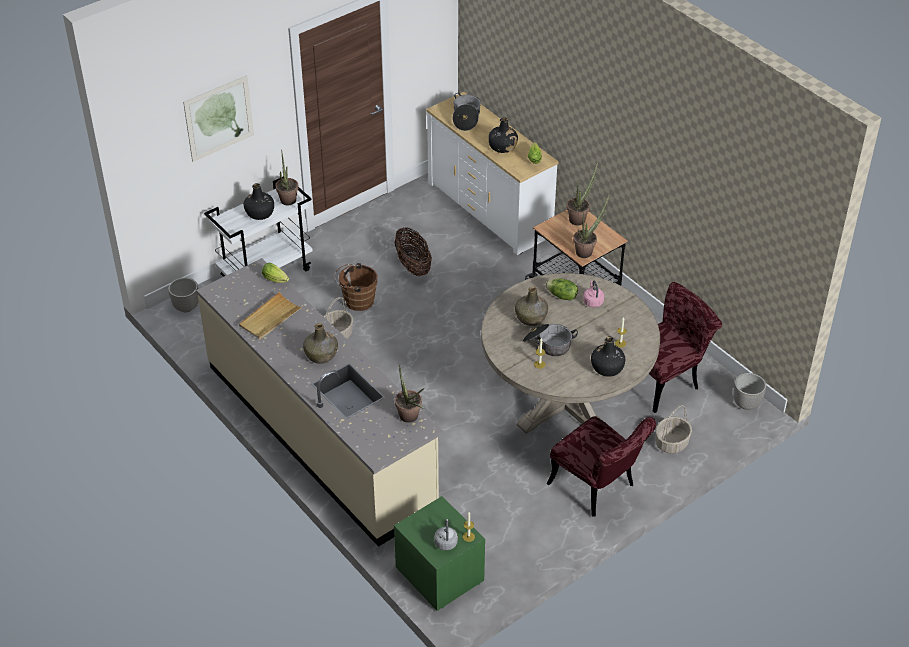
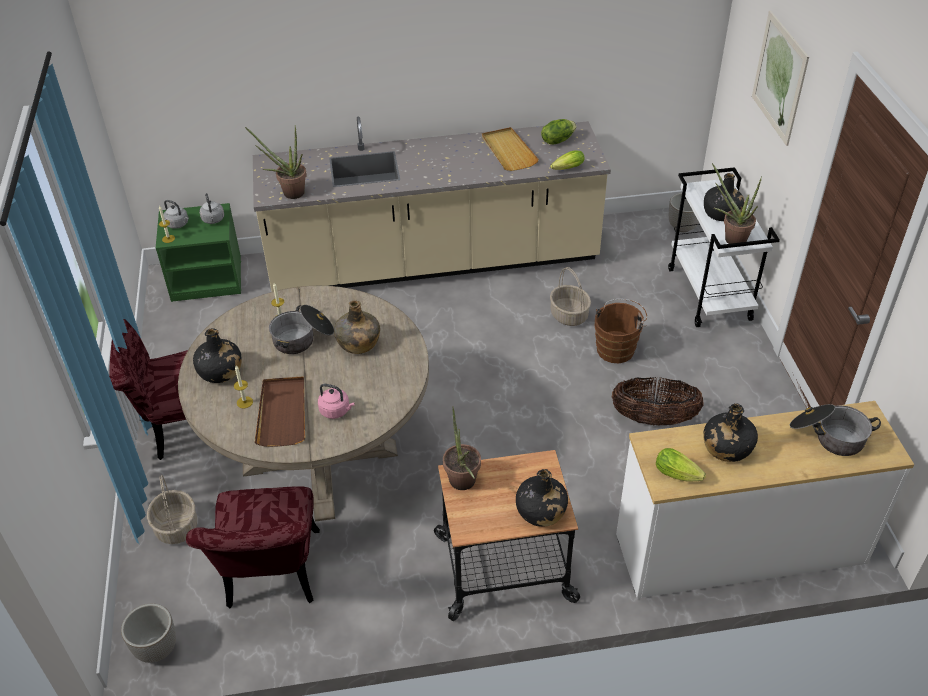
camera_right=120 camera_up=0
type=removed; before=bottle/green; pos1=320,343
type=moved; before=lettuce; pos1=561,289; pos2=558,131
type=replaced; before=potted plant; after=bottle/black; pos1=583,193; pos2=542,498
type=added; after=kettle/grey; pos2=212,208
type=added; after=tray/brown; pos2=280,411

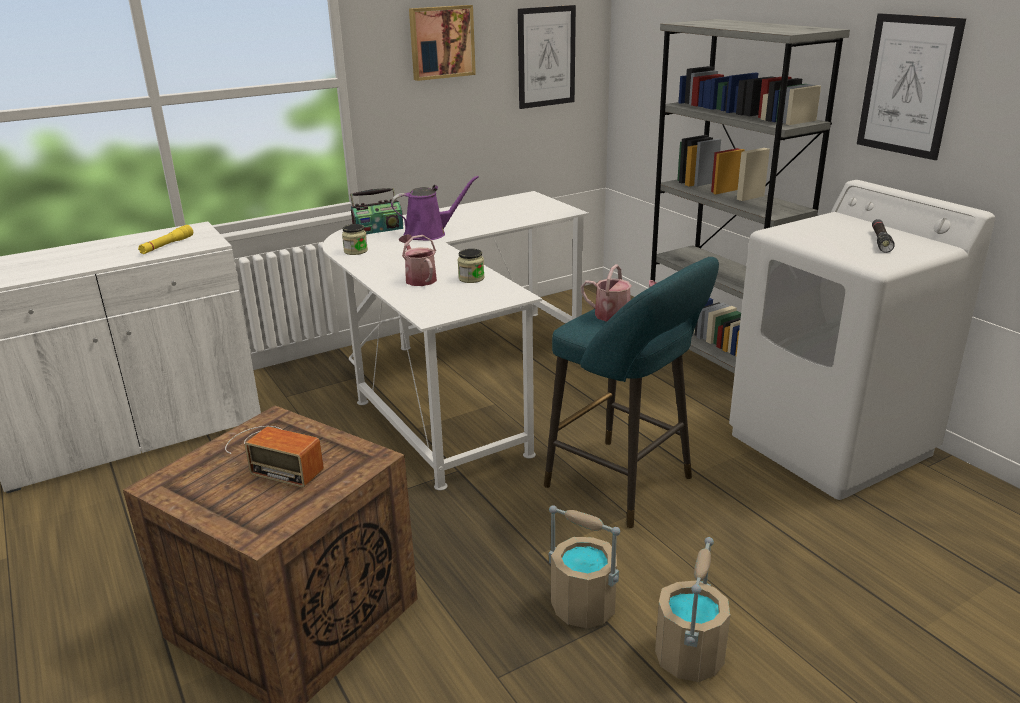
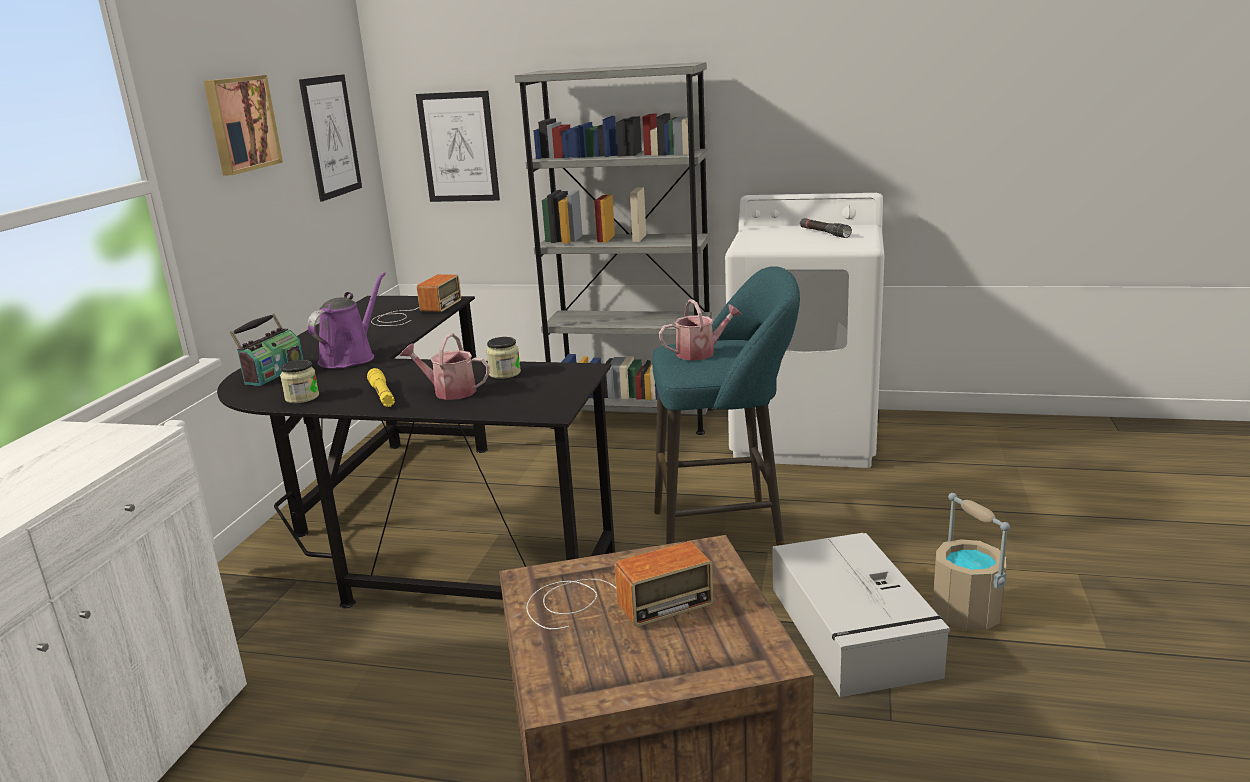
camera_right=-45 camera_up=-5
type=moved; before=flashlight/yellow; pos1=165,239; pos2=381,387
type=recoloured; before=desk/white; after=desk/black; pos1=455,340; pos2=416,452
type=replaced; before=bucket/beige; after=storage box/grey; pos1=584,567; pos2=861,615
type=moved; before=picture; pos1=911,86; pos2=458,146
type=added; after=radio; pos2=416,300

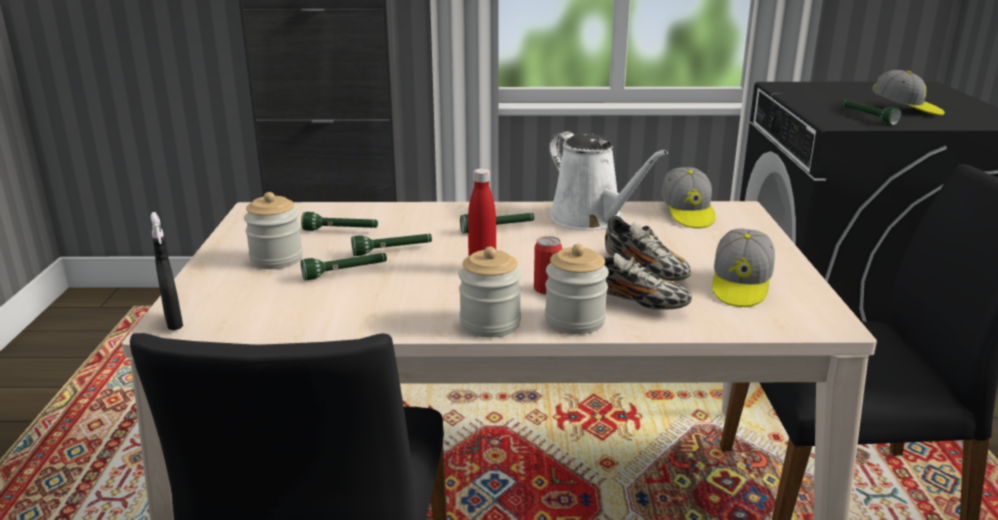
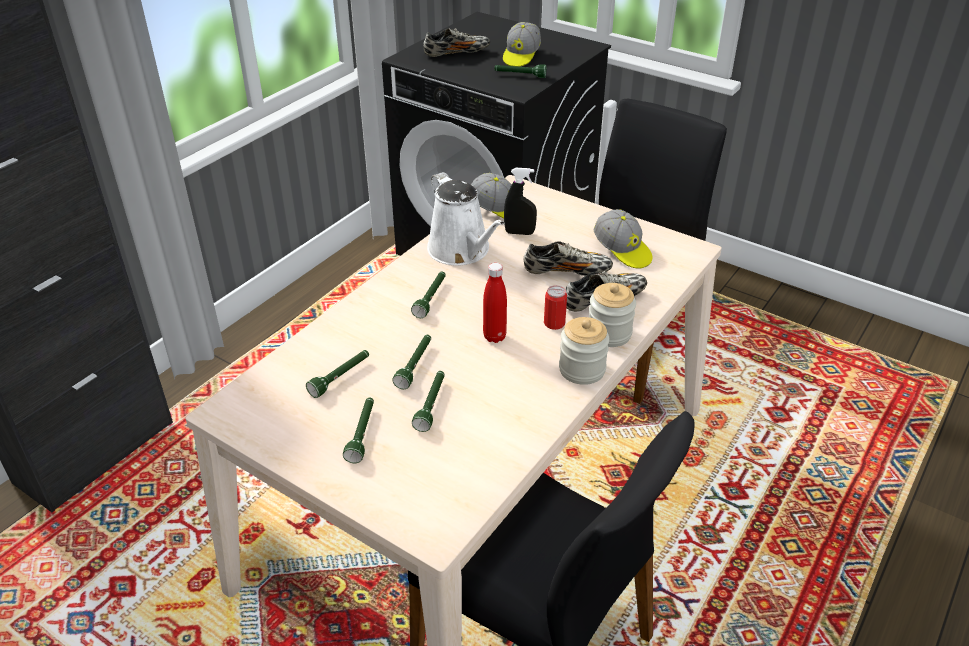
camera_right=-55 camera_up=15
type=moved; before=spray bottle/black; pos1=167,271; pos2=520,201
type=replaced; before=jar; after=flashlight/green; pos1=273,230; pos2=358,430
type=turned; before=watering can/white; pos1=608,180; pos2=466,219; turn=60
type=turned; before=cap; pos1=908,92; pos2=522,44; turn=135
type=added; after=shoe; pos2=456,42

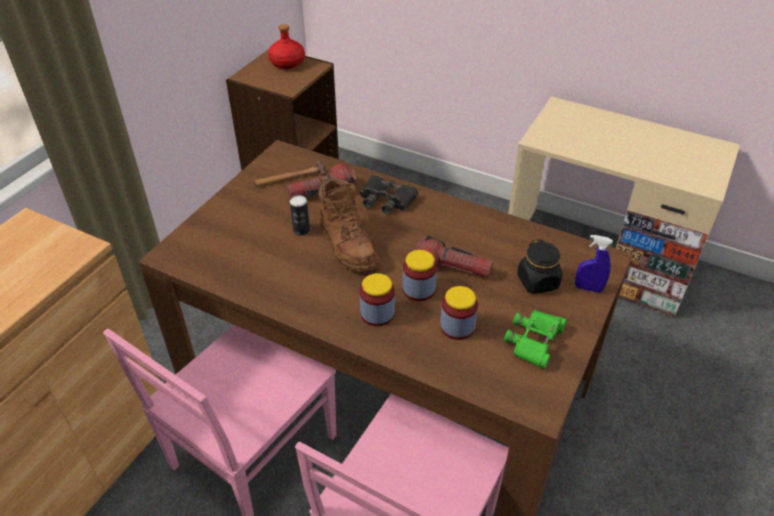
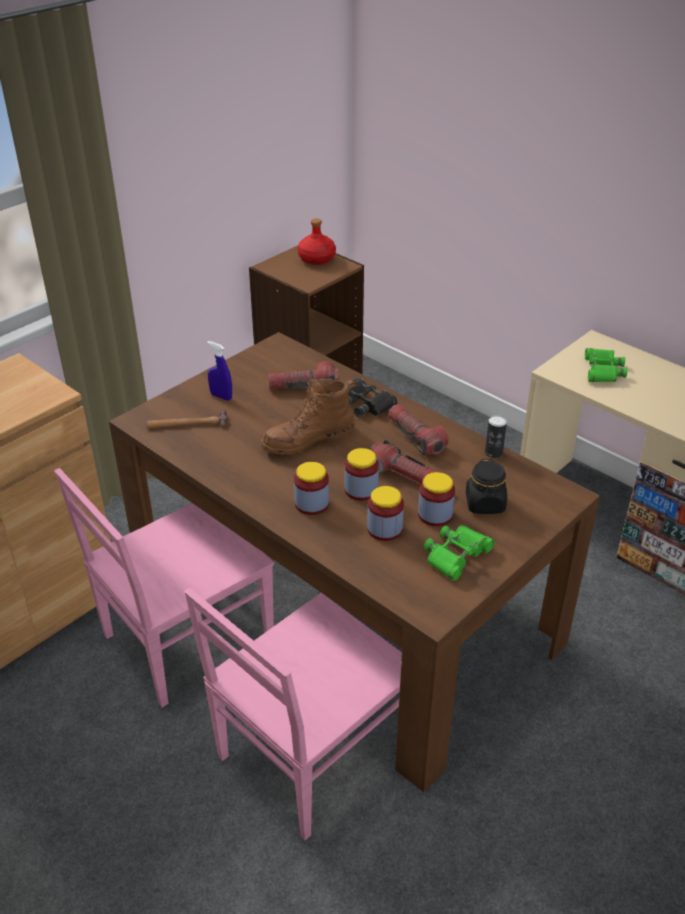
camera_right=15 camera_up=-5
type=moved; before=hammer; pos1=290,173; pos2=187,419
type=moved; before=can; pos1=300,215; pos2=496,436
type=turned; before=boot/brown; pos1=348,223; pos2=309,415; turn=75
type=moved; before=spray bottle/blue; pos1=594,264; pos2=219,371
type=added; after=flashlight; pos2=418,430
type=added; after=jar; pos2=436,499
type=added; after=binoculars/green; pos2=606,365

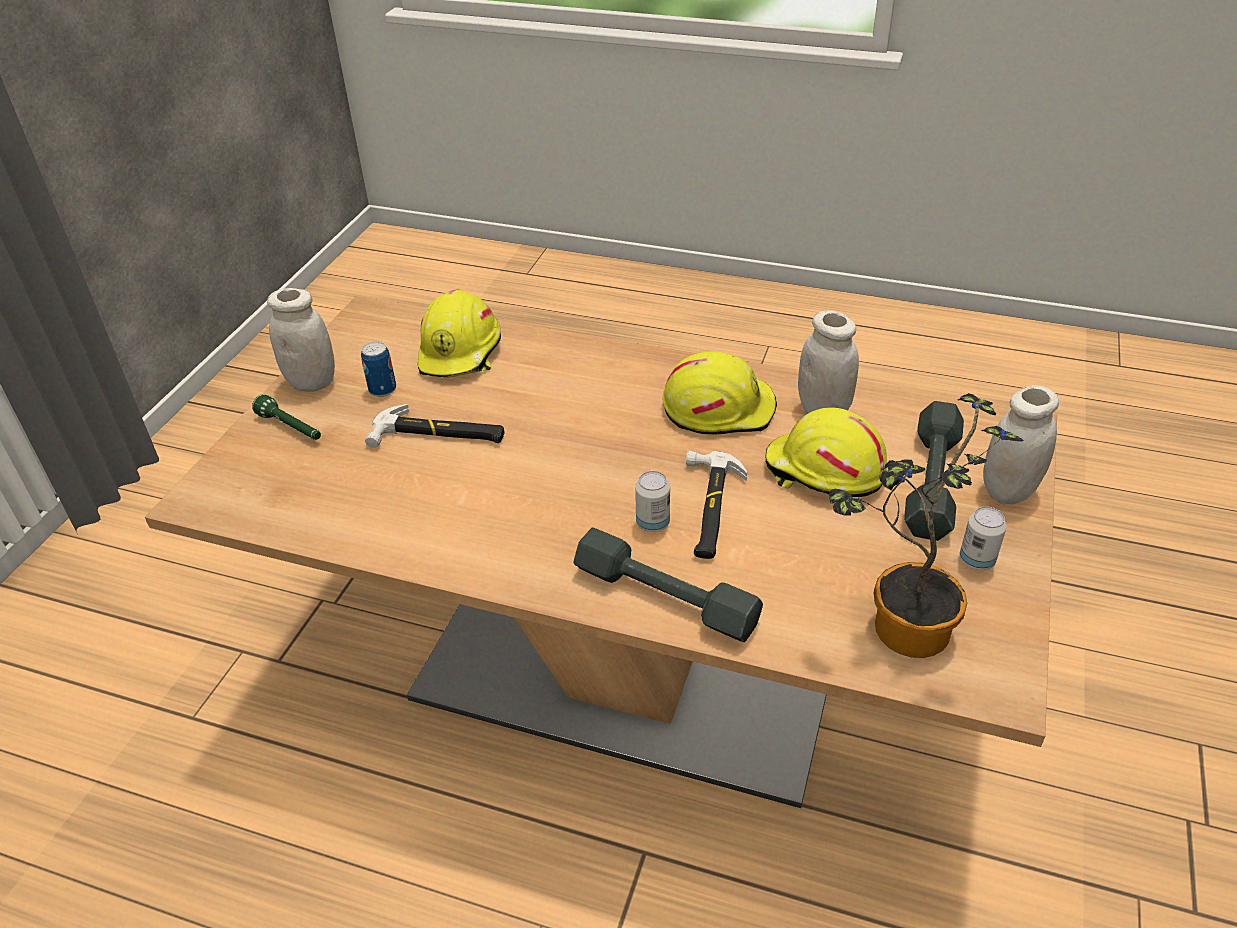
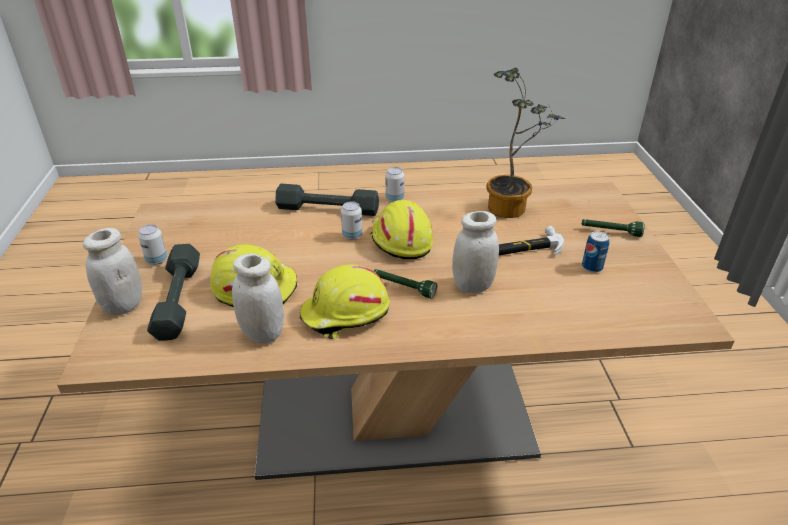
camera_right=155 camera_up=-5
type=moved; before=jar/white; pos1=301,340; pos2=475,252
type=moved; before=hard hat/yellow; pos1=459,334; pos2=401,229
type=removed; before=hammer; pos1=716,505
type=moved; before=potted plant; pos1=926,525; pos2=526,143
type=added; after=flashlight/green; pos2=405,283
type=added; after=can; pos2=394,184

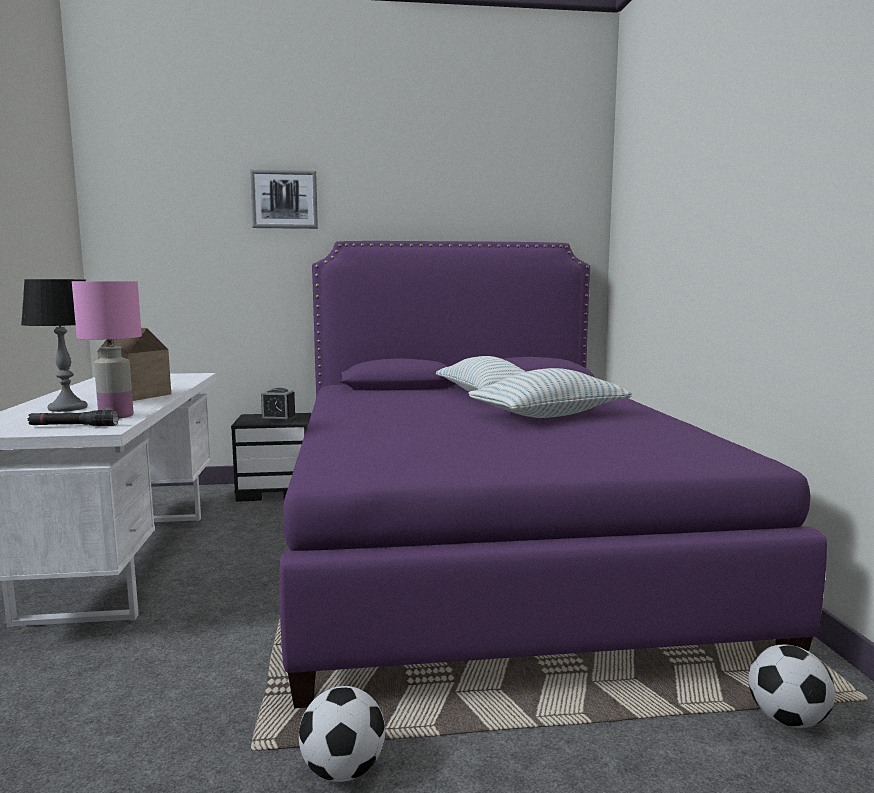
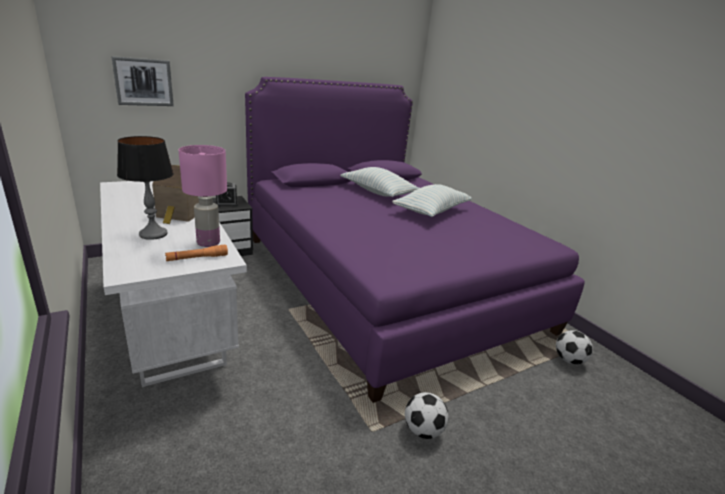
camera_right=-25 camera_up=15
type=recoloured; before=flashlight/black; after=flashlight/orange; pos1=73,418; pos2=196,253
type=moved; before=picture; pos1=284,199; pos2=142,81

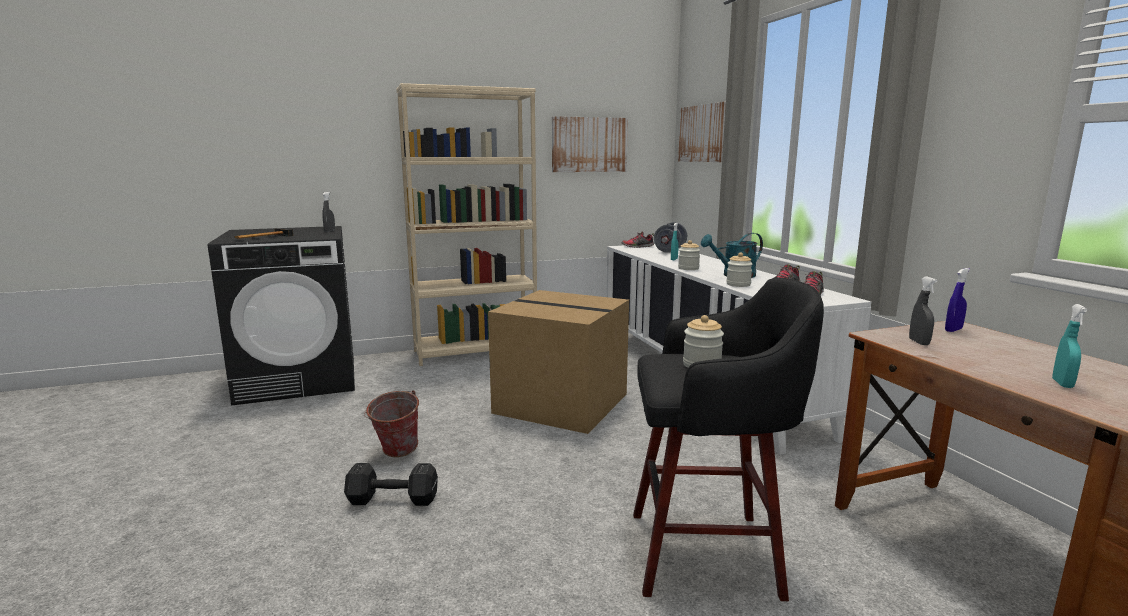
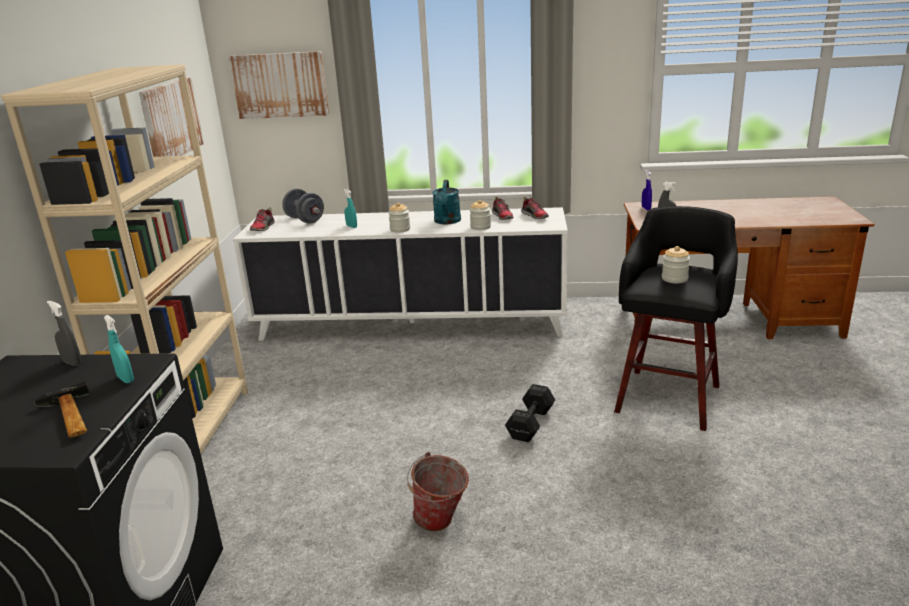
camera_right=-65 camera_up=10
type=moved; before=dumbbell/black; pos1=391,484; pos2=530,413
type=removed; before=cardboard box; pos1=558,362
type=moved; before=spray bottle/turquoise; pos1=1069,346; pos2=119,349

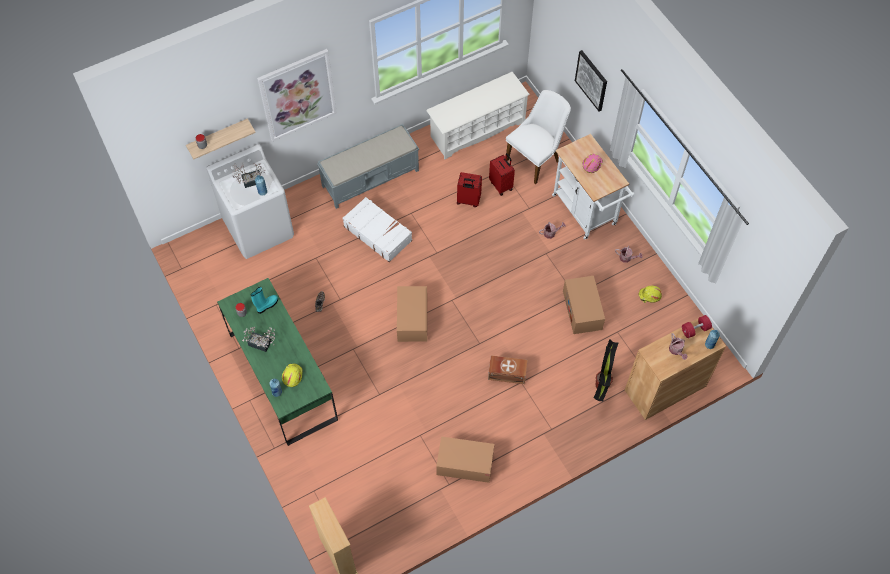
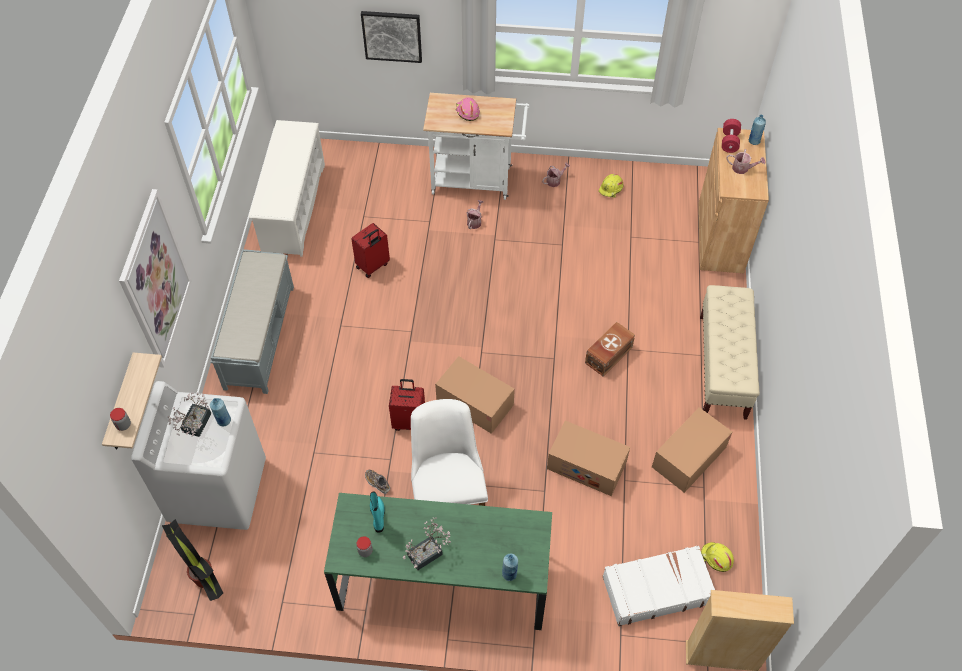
camera_right=-55 camera_up=-5
type=moved; before=hard hat/yellow; pos1=292,375; pos2=717,557
type=moved; before=suitcase/white; pos1=377,229; pos2=659,585
type=moved; before=suitcase/red; pos1=502,174; pos2=407,405
type=moved; before=chair/white; pos1=538,137; pos2=449,452
type=moved; before=cardboard box; pos1=584,305; pos2=588,458
type=moved; before=potted plant; pos1=606,370; pos2=192,560
type=added; after=bench/beige; pos2=730,352

